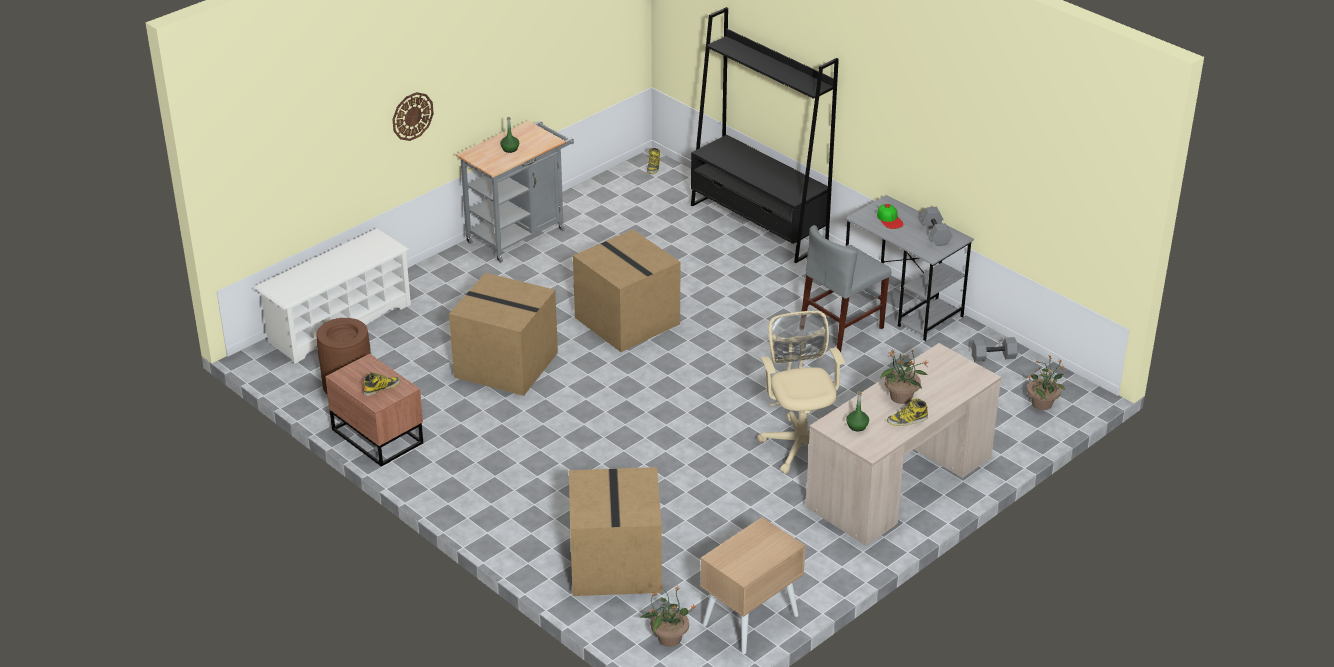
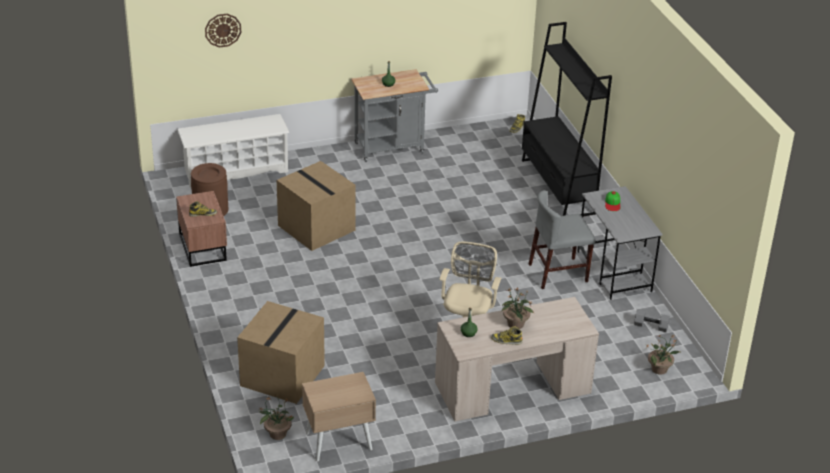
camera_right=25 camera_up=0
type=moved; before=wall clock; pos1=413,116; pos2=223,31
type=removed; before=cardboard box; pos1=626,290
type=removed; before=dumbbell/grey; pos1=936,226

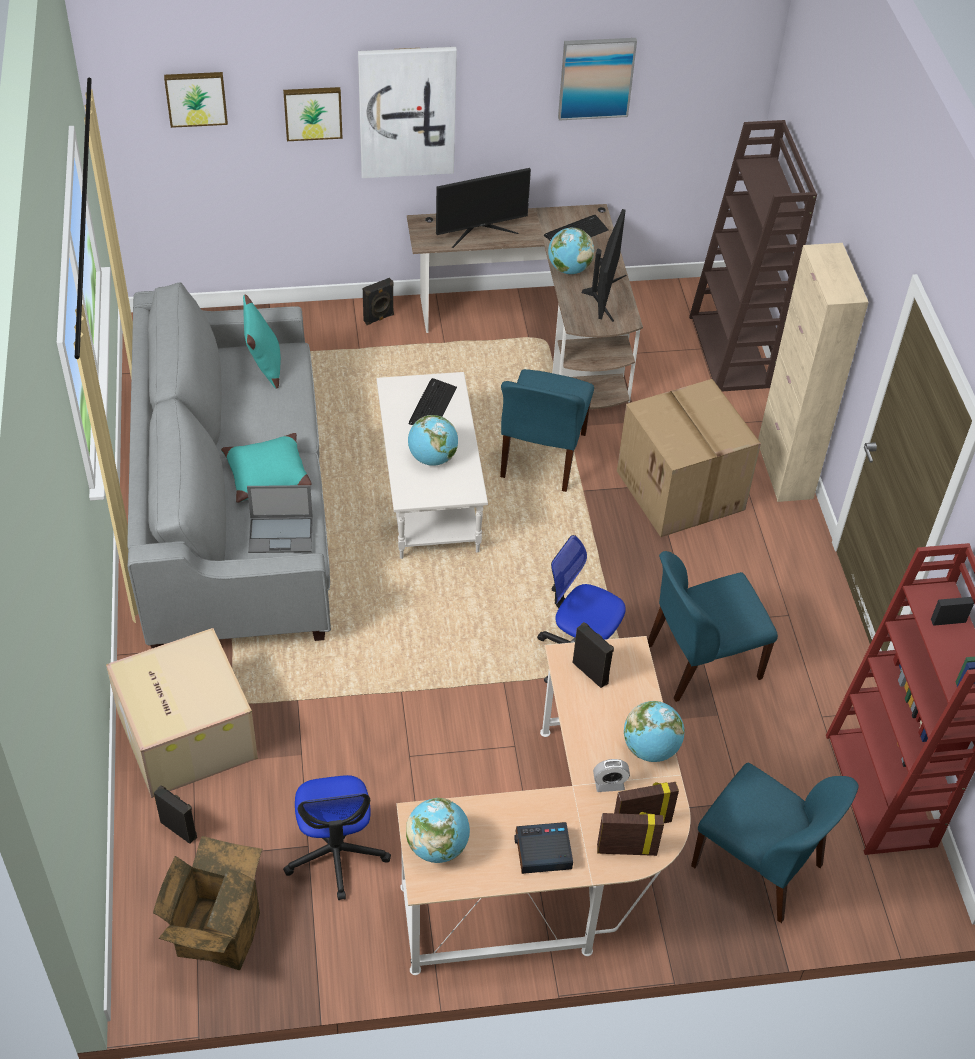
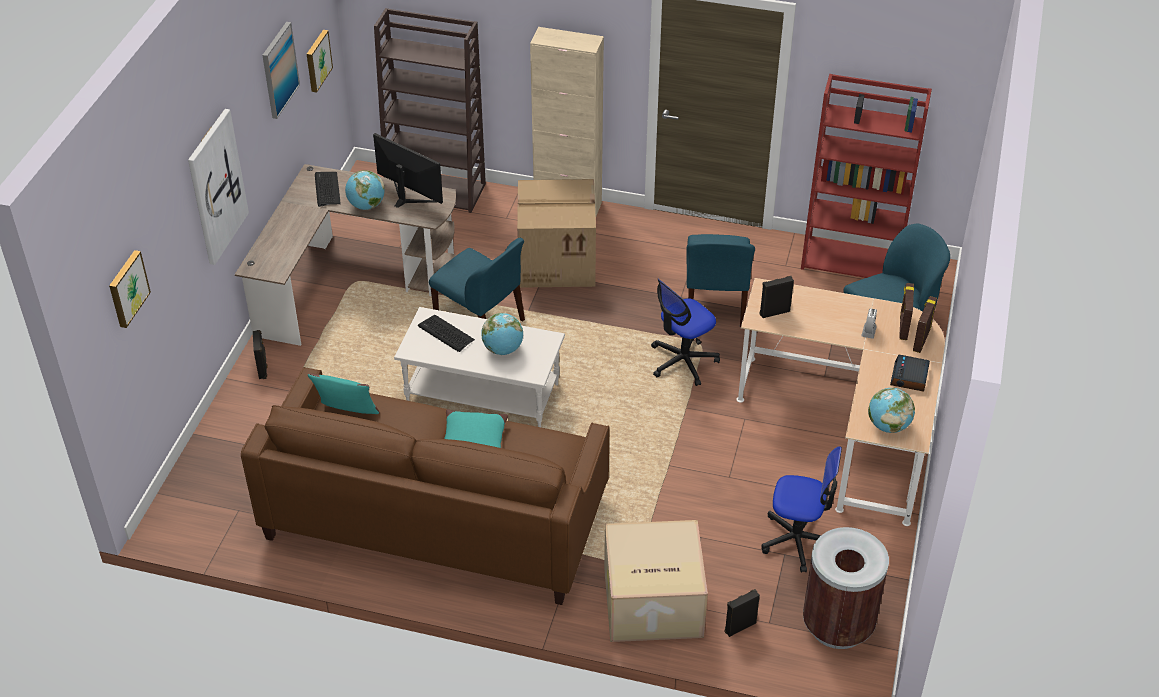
camera_right=-65 camera_up=-5
type=recoloured; before=sofa/grey; after=sofa/brown; pos1=229,465; pos2=425,486
type=replaced; before=cardboard box; after=trash can/brown; pos1=207,903; pos2=846,588
type=removed; before=laptop; pos1=280,519
type=moved; before=picture; pos1=313,114; pos2=320,61
type=removed; before=monitor; pos1=483,208
type=removed; before=globe; pos1=654,731

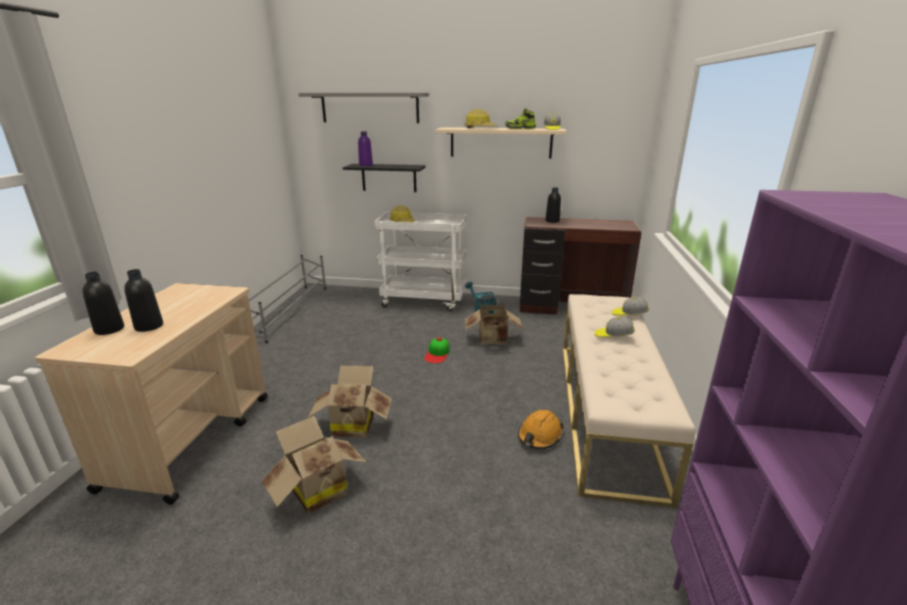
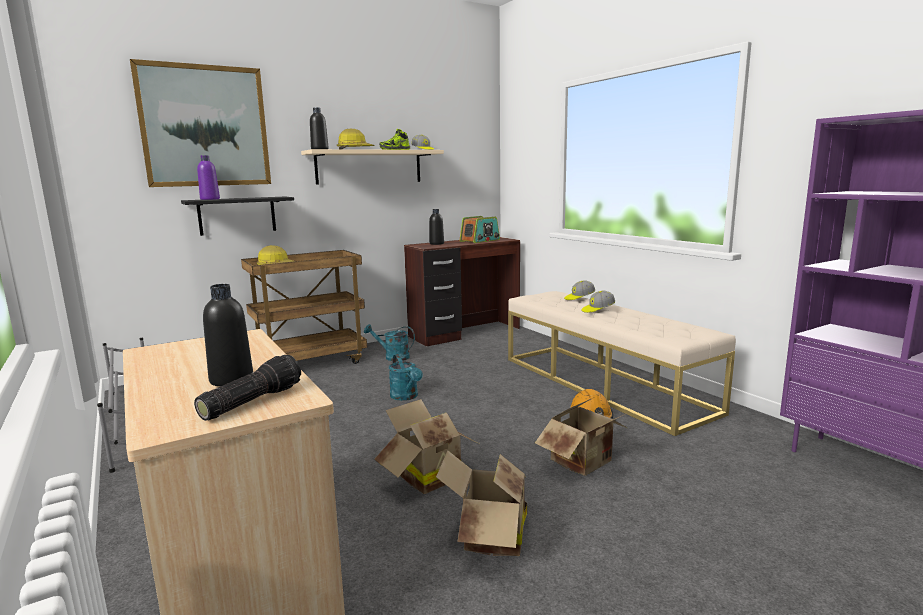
camera_right=-40 camera_up=-10
type=moved; before=bottle/black; pos1=103,303; pos2=319,128
type=replaced; before=shelf/grey; after=picture; pos1=363,108; pos2=200,123
type=recoloured; before=cart/white; after=cart/brown; pos1=420,261; pos2=304,307
type=replaced; before=cap; after=watering can/turquoise; pos1=436,350; pos2=406,377
type=moved; before=cardboard box; pos1=494,324; pos2=582,437
type=added; after=flashlight; pos2=247,388
type=added; after=radio; pos2=480,229

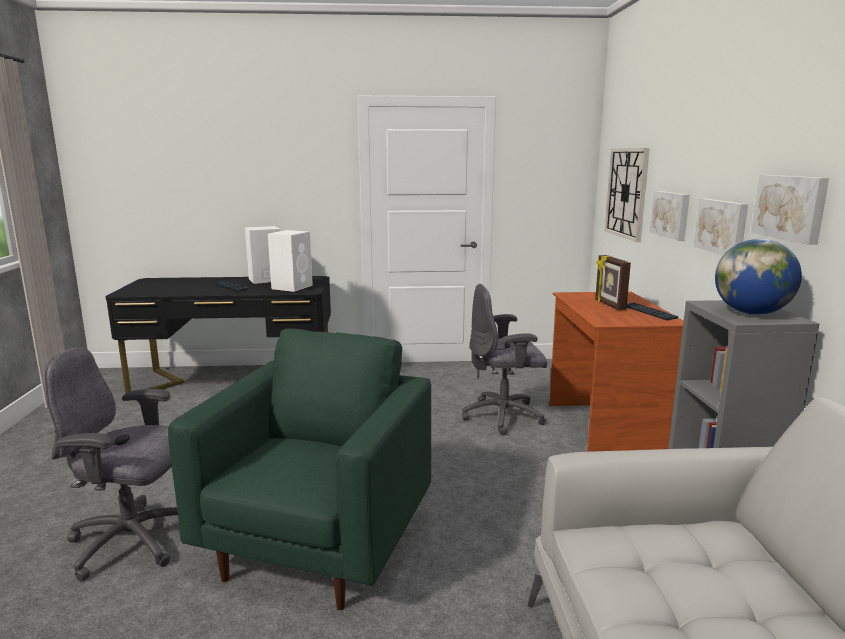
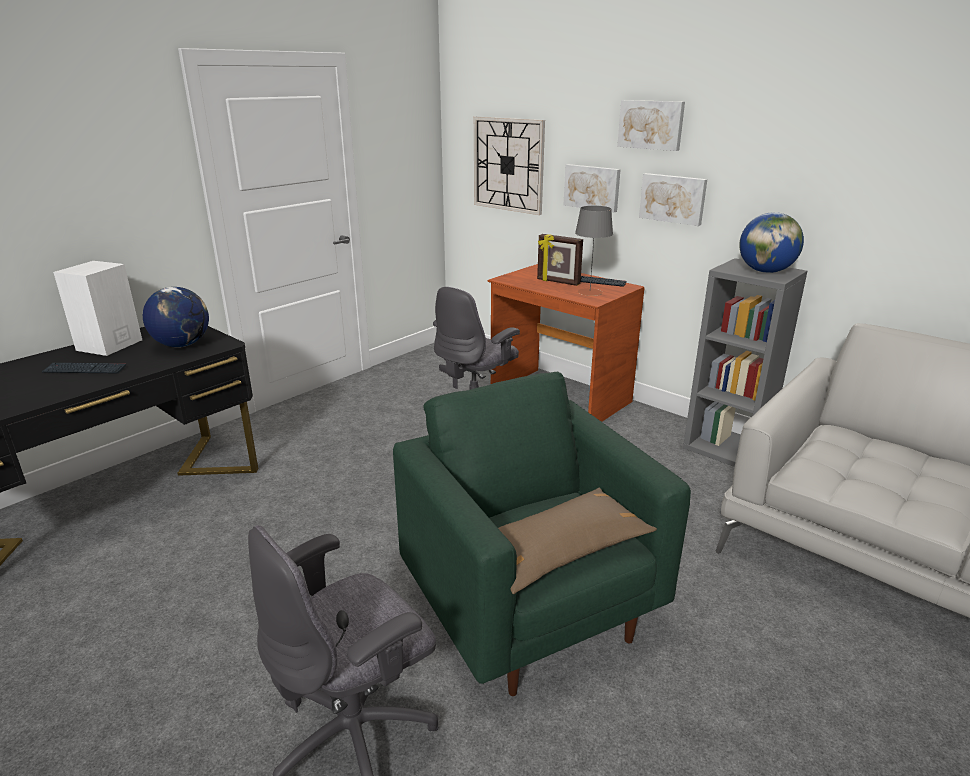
camera_right=-45 camera_up=10
type=replaced; before=speaker/white; after=globe; pos1=290,261; pos2=176,317
type=moved; before=picture; pos1=790,210; pos2=651,125
type=added; after=pillow/brown; pos2=577,541
type=added; after=table lamp/grey; pos2=594,251

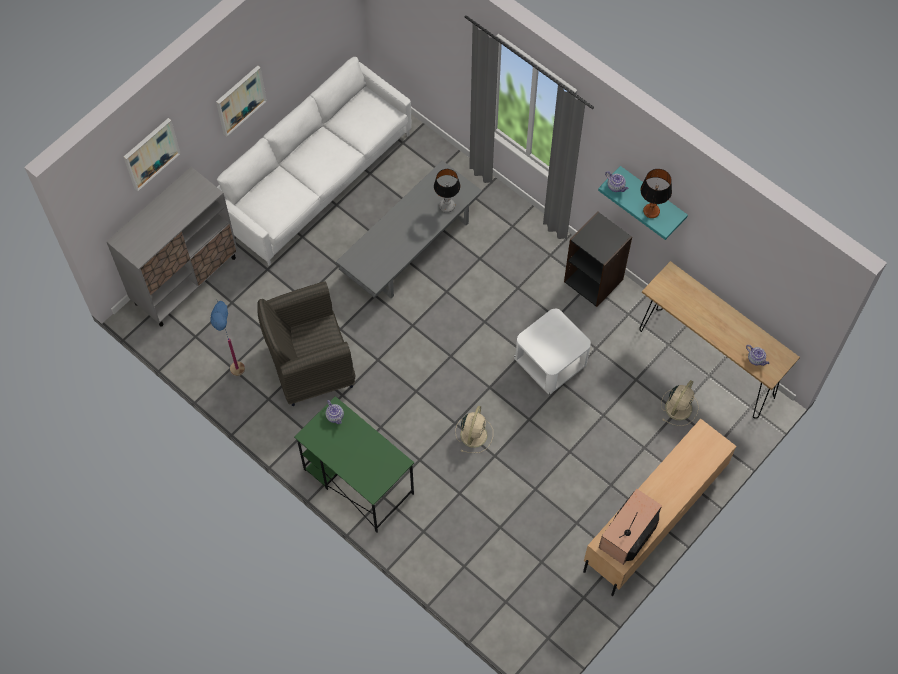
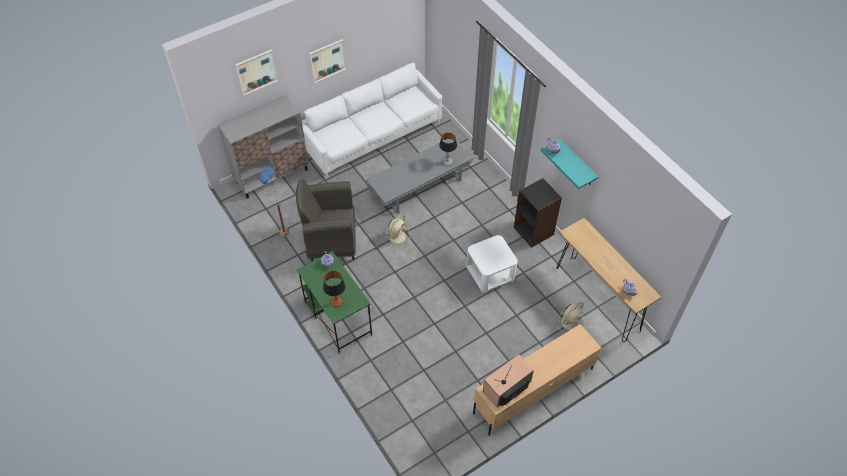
camera_right=15 camera_up=-10
type=moved; before=fan/beige; pos1=474,429; pos2=398,231
type=moved; before=table lamp; pos1=656,193; pos2=334,289

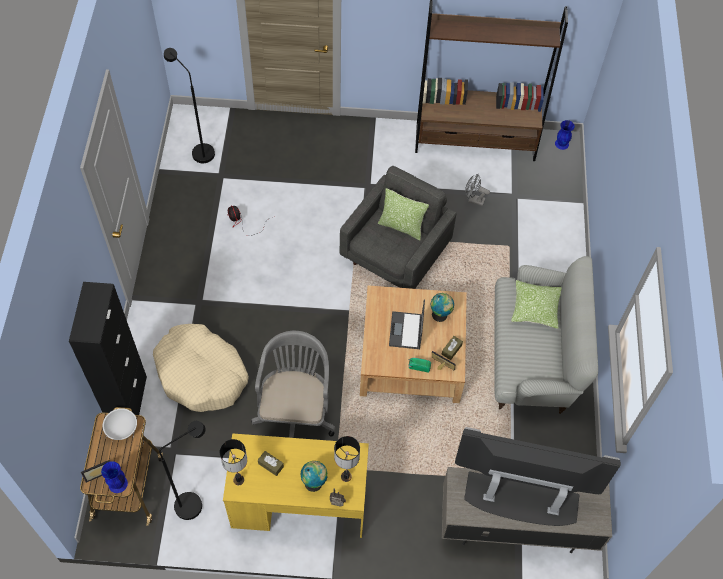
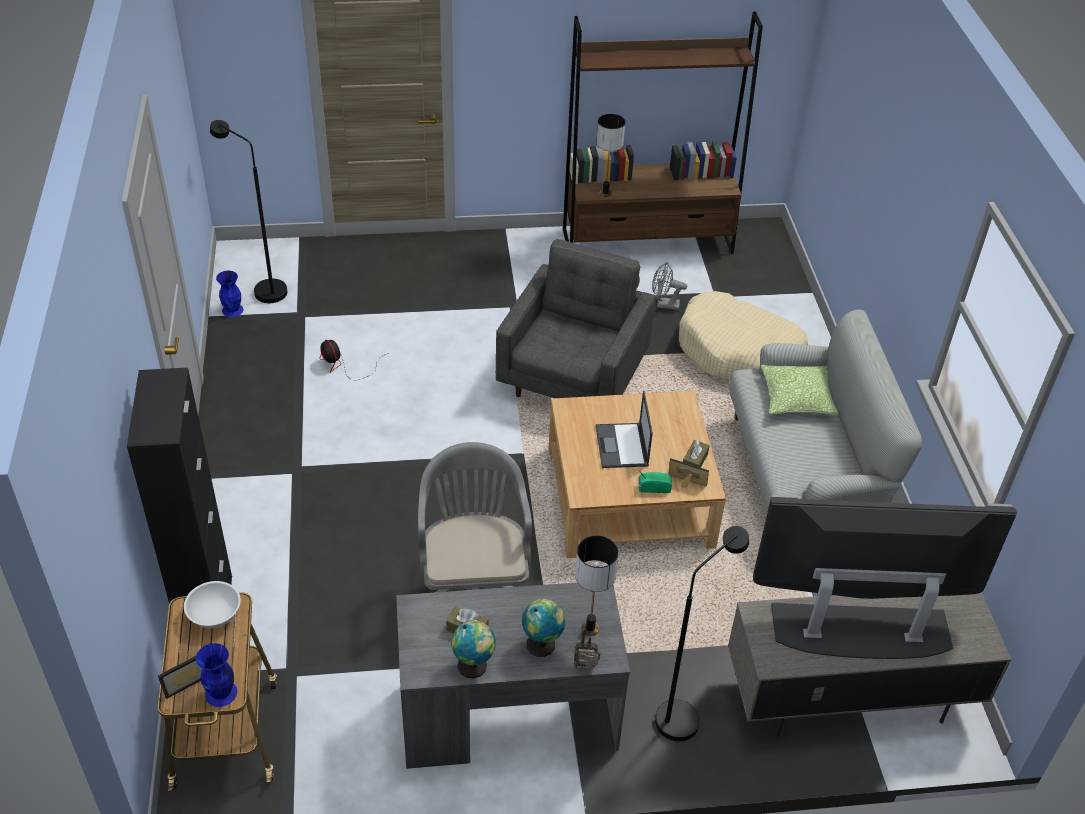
camera_right=-10 camera_up=-15
type=moved; before=dog bed/beige; pos1=201,368; pos2=743,336
type=moved; before=floor lamp/black; pos1=182,470; pos2=702,634
type=moved; before=table lamp; pos1=233,462; pos2=610,155
type=recoloured; before=desk/yellow; after=desk/grey; pos1=296,485; pos2=513,676
type=removed; before=pillow; pos1=403,214
type=moved; before=globe; pos1=442,307; pos2=473,649
type=moved; before=vase/blue; pos1=565,135; pos2=229,294

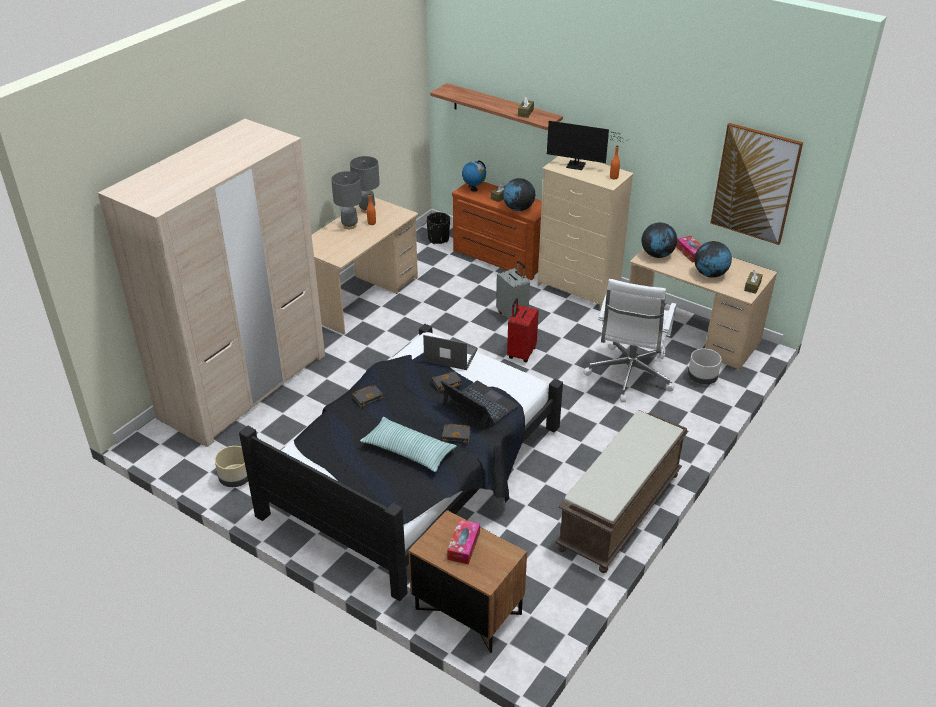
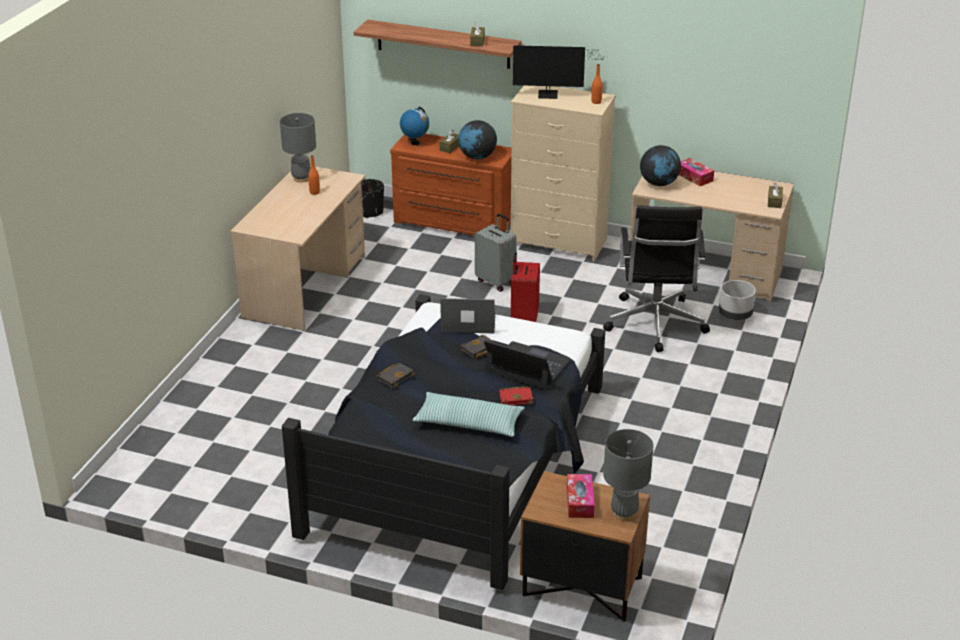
camera_right=-15 camera_up=-5
type=removed; before=wardrobe/beige; pos1=211,283
type=removed; before=planter/beige; pos1=231,466
type=moved; before=table lamp/grey; pos1=346,200; pos2=628,475
type=recoloured; before=book/black; after=book/red; pos1=456,433; pos2=516,395
type=removed; before=bench/brown; pos1=621,491
type=recoloured; before=office chair/white; after=office chair/black; pos1=630,340; pos2=656,278
type=removed; before=globe; pos1=713,259
type=removed; before=picture; pos1=756,184

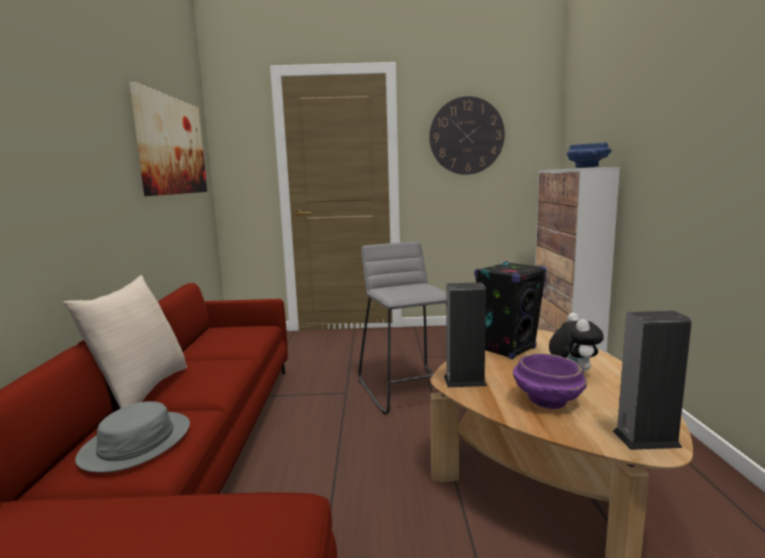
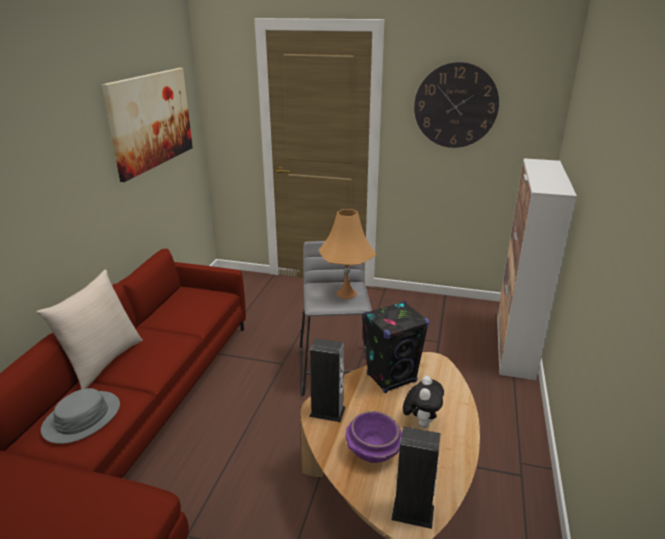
camera_right=15 camera_up=15
type=removed; before=bowl/blue; pos1=589,155
type=added; after=table lamp/orange; pos2=347,254

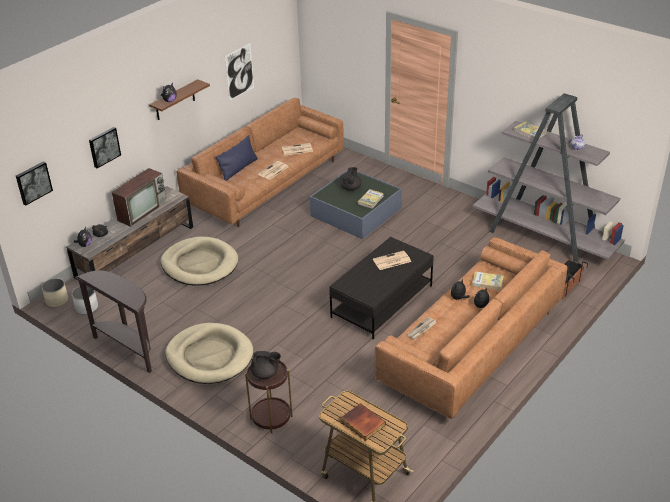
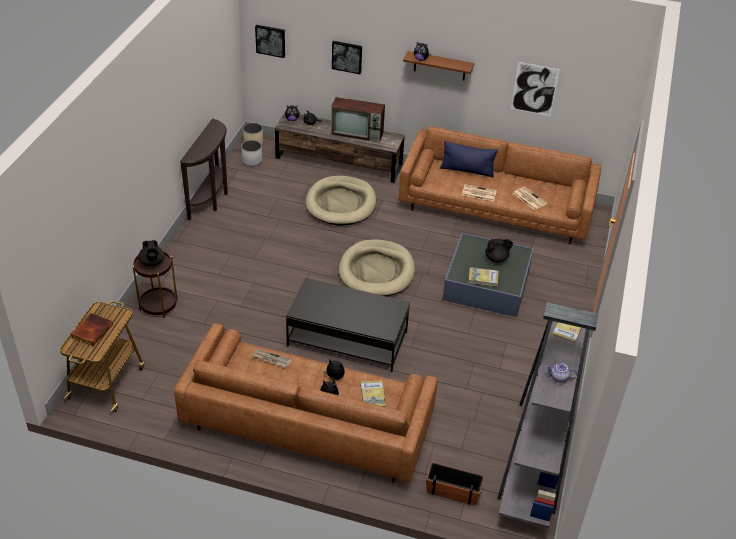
camera_right=65 camera_up=5
type=moved; before=dog bed/beige; pos1=209,353; pos2=377,267
type=removed; before=newspaper; pos1=392,260

